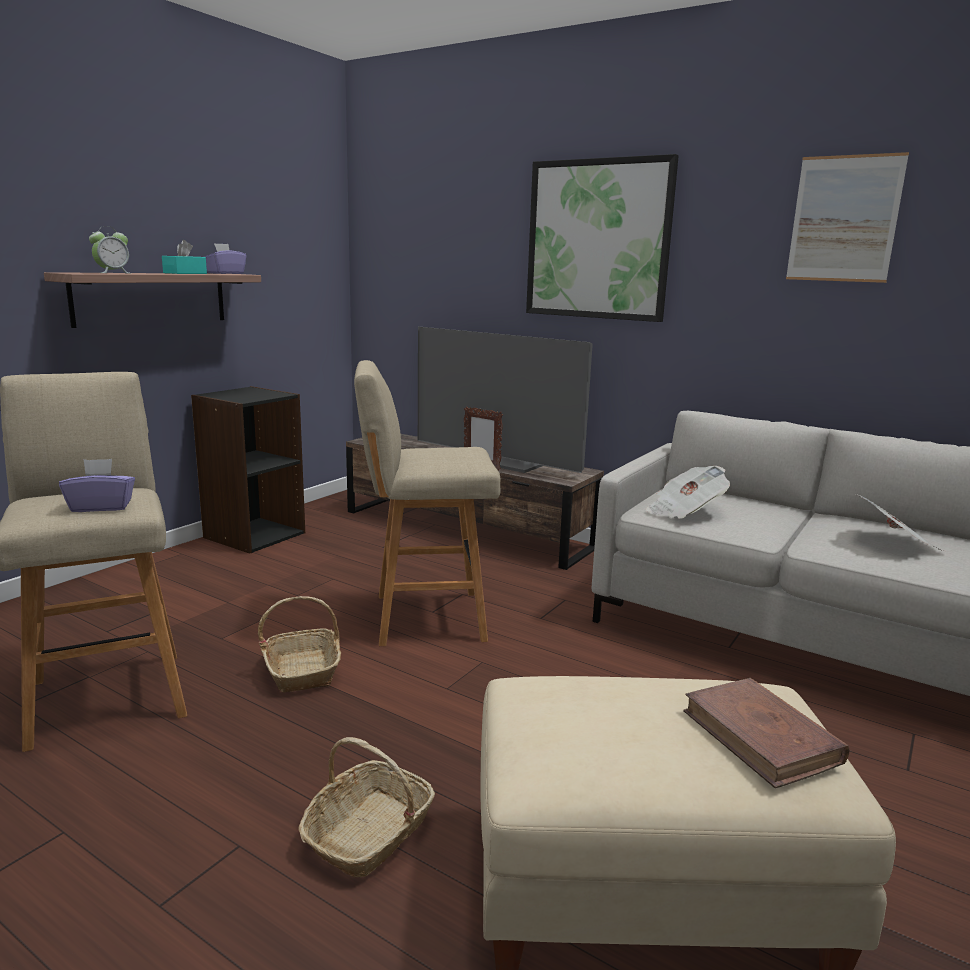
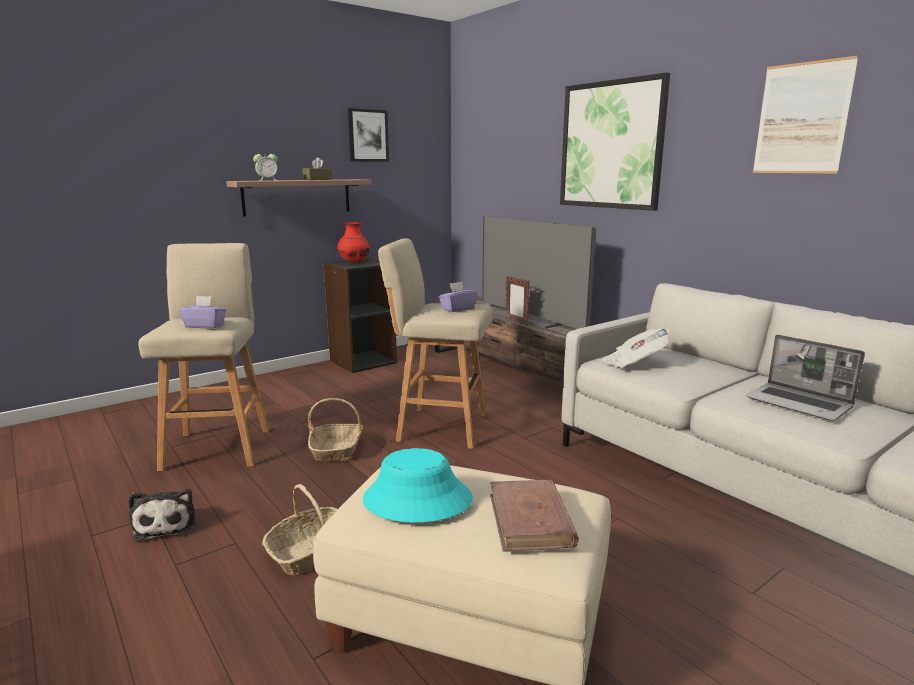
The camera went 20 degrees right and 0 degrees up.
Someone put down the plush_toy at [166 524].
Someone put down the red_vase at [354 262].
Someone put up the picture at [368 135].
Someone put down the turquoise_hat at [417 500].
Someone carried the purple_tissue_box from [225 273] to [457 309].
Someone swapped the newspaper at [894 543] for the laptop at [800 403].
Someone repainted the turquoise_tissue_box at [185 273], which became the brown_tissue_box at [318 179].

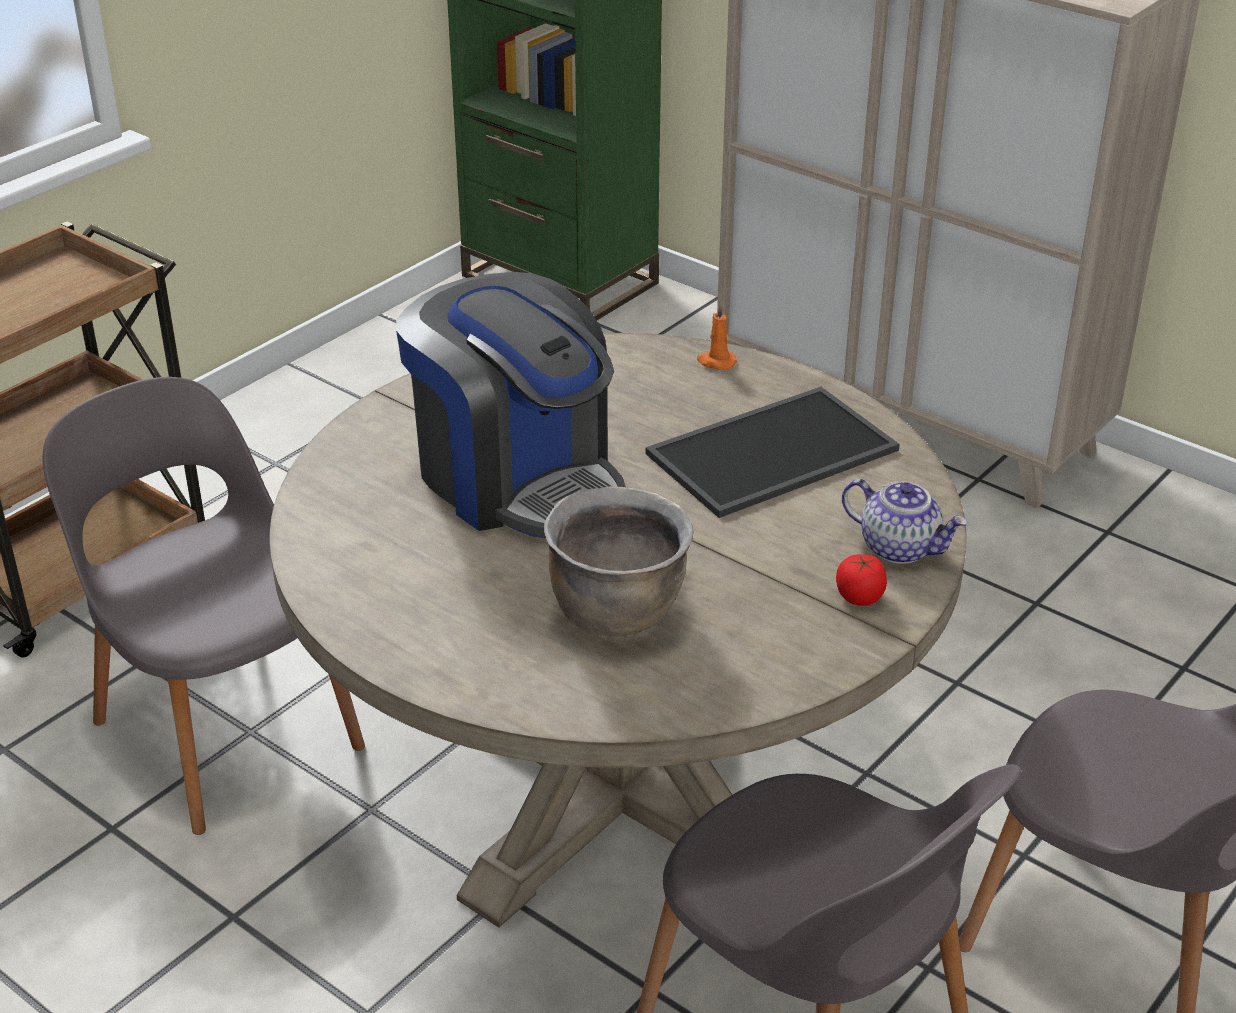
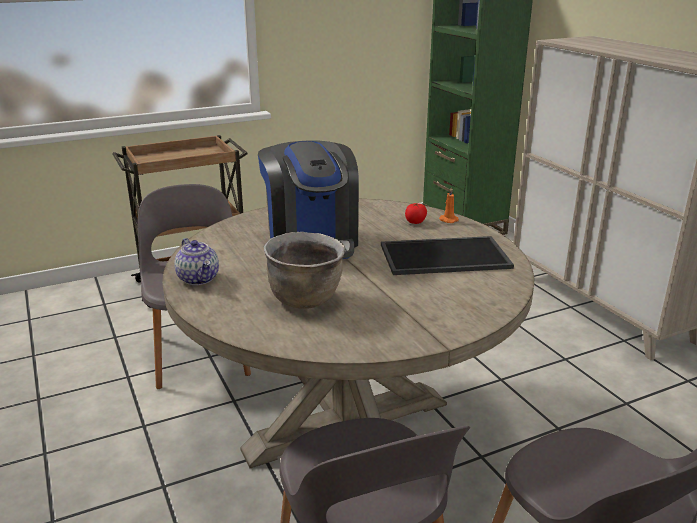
The camera went 25 degrees right and 10 degrees down.
Someone carried the tomato from [860 597] to [415 222].
Someone carried the teapot from [900 547] to [199 279].

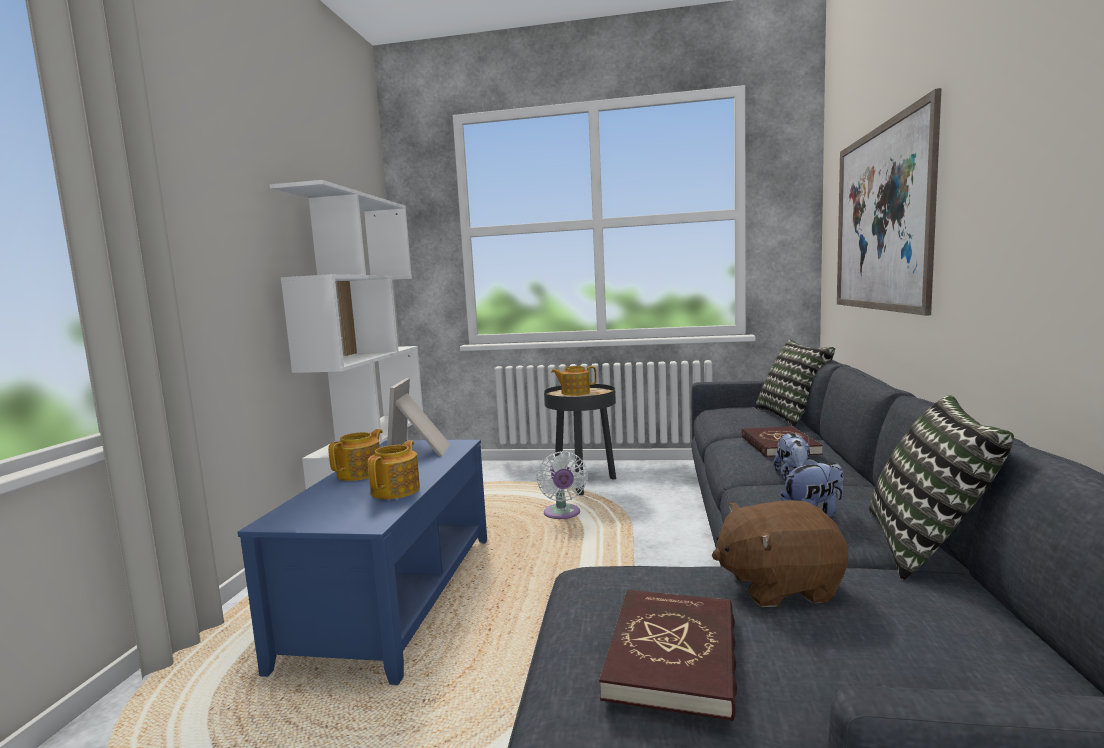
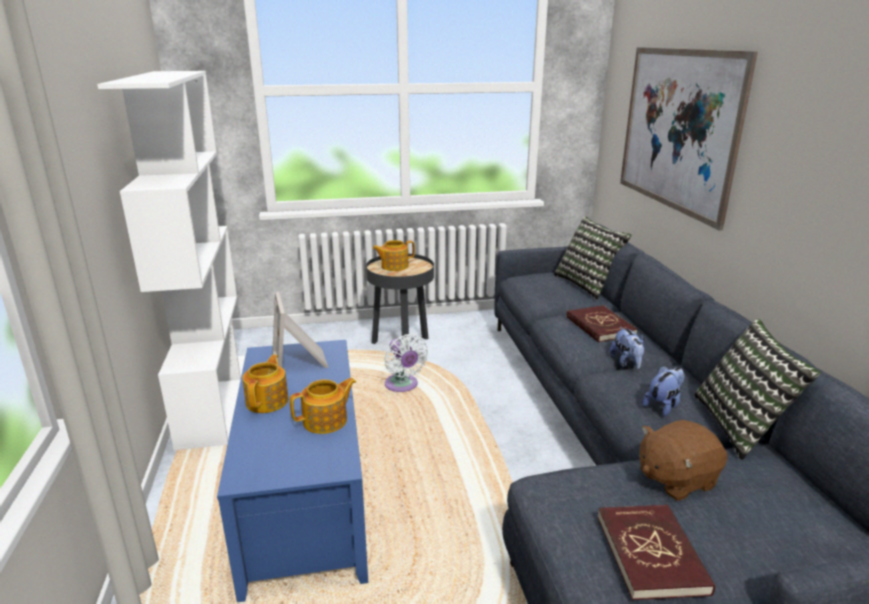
The camera went 20 degrees left and 15 degrees up.
Someone rotated the teapot at [397 490] by 60 degrees clockwise.

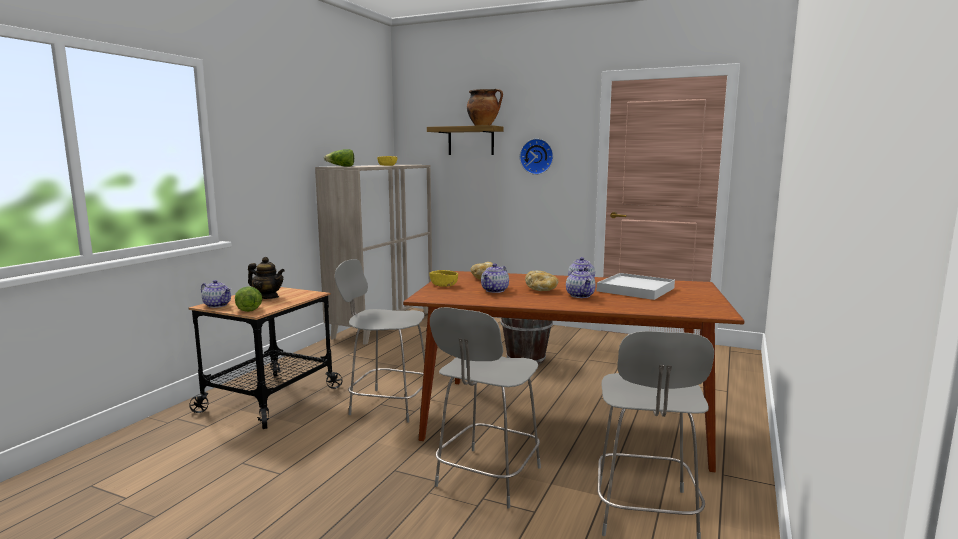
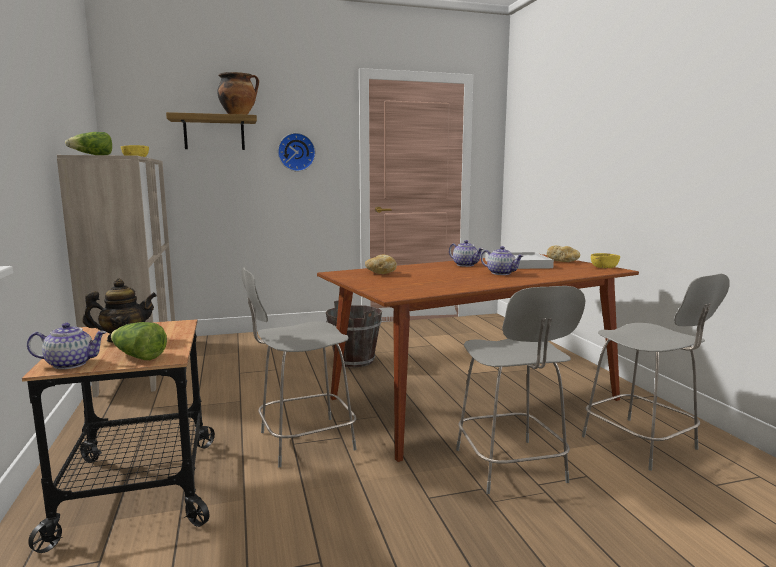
The camera went 40 degrees left and 0 degrees up.
Someone took away the teapot at [495 290].
Someone carried the yellow_bowl from [444 285] to [604 267].
Someone carried the bread from [541 290] to [563 261].

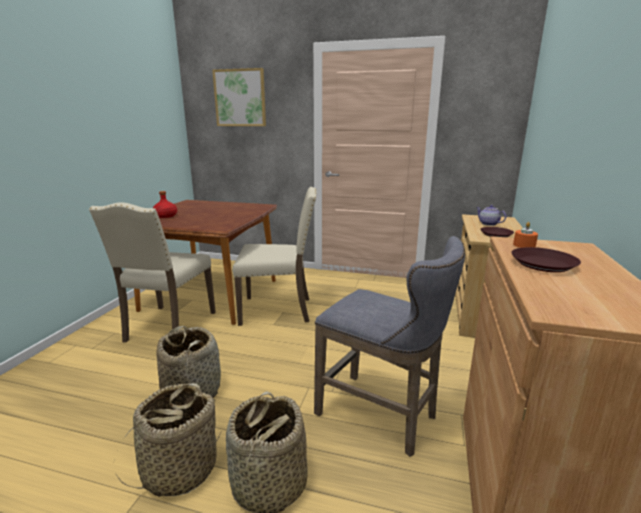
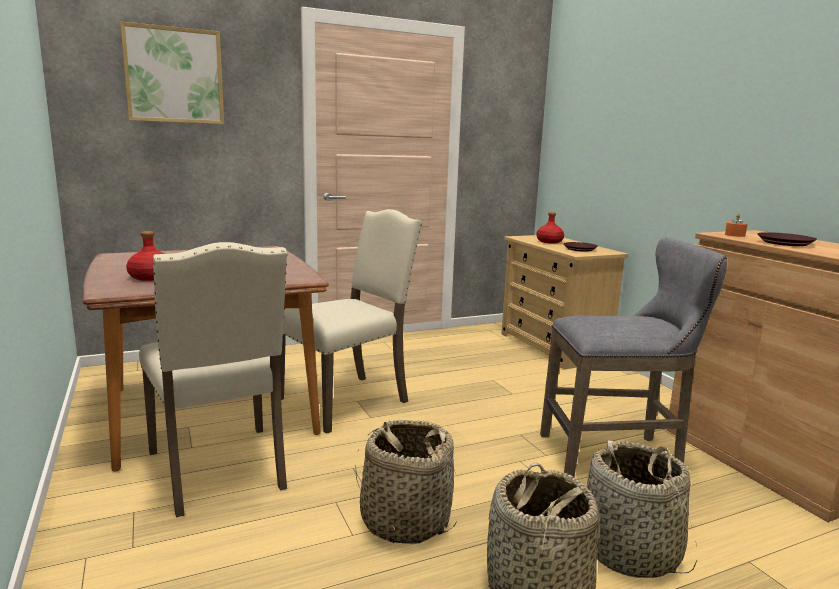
The camera went 40 degrees left and 5 degrees down.
Someone swapped the teapot at [488 224] for the red_bottle at [549 242].

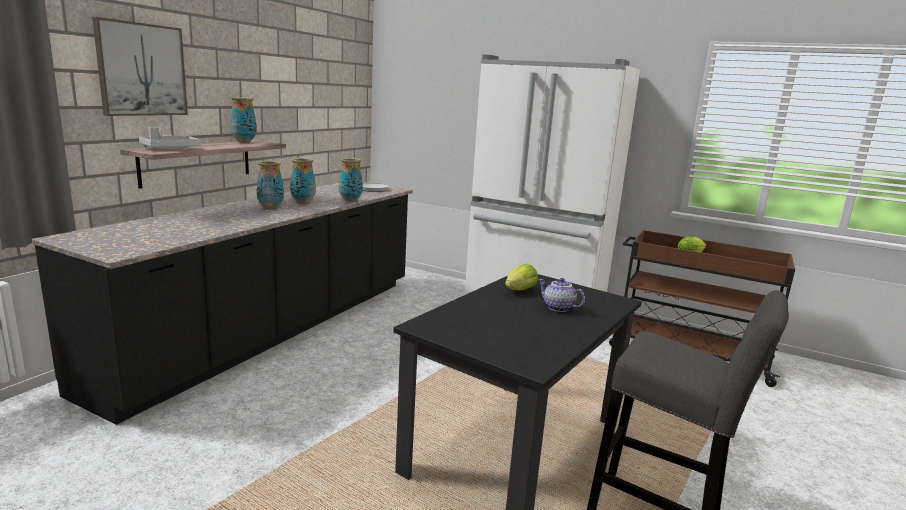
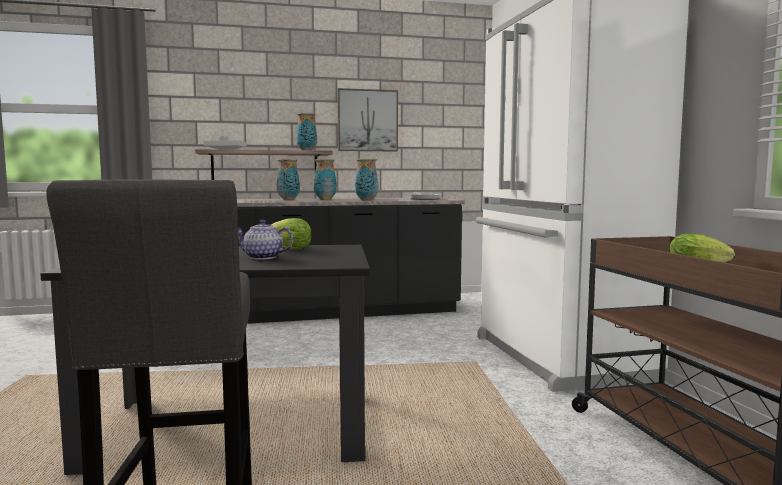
The camera went 50 degrees right and 10 degrees down.
Someone carried the picture from [142 70] to [367 120].
Someone rotated the teapot at [557 308] by 75 degrees counterclockwise.

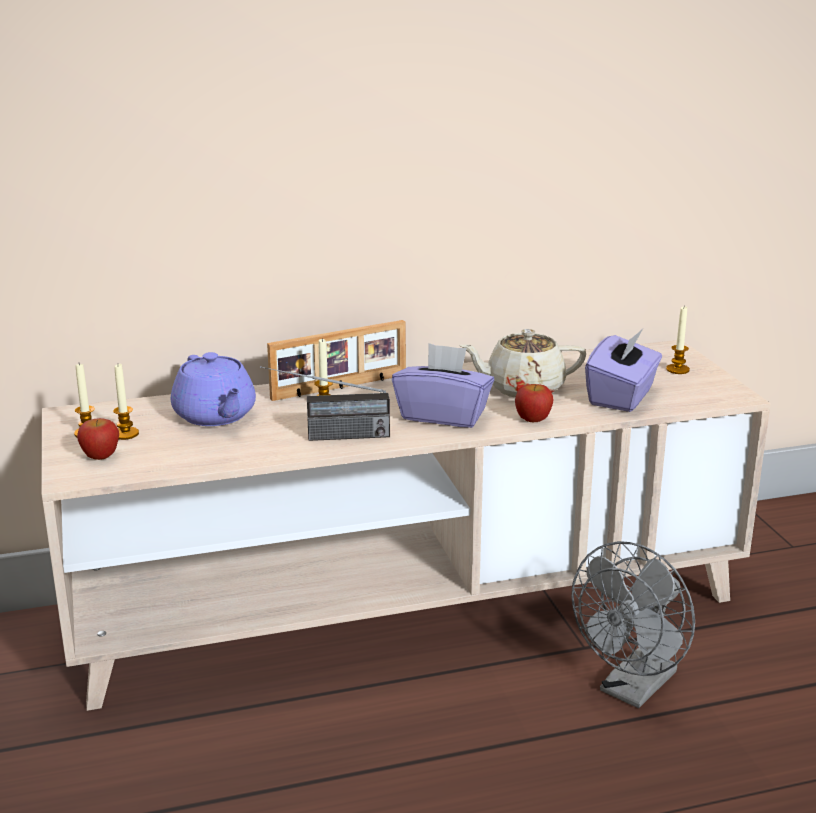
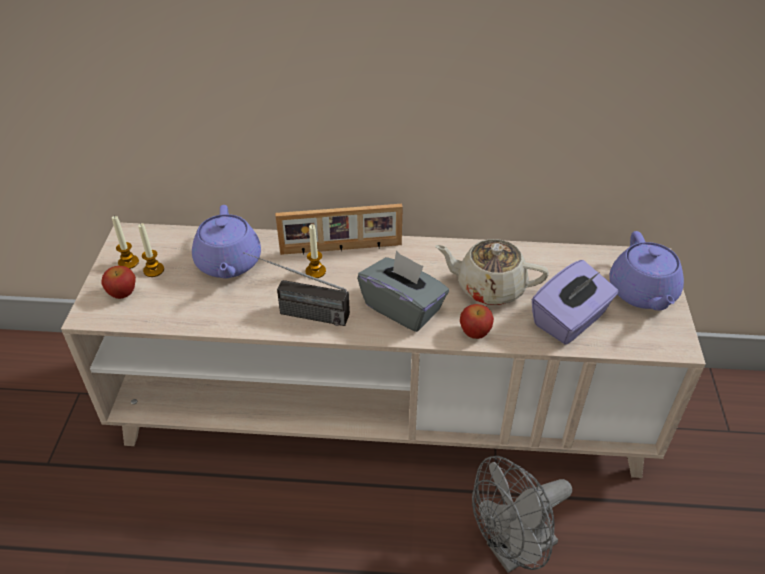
The camera went 20 degrees right and 20 degrees up.
Someone swapped the candle at [677 369] for the purple_teapot at [642 293].
Someone repainted the purple_tissue_box at [443 415], which became the grey_tissue_box at [403 308].

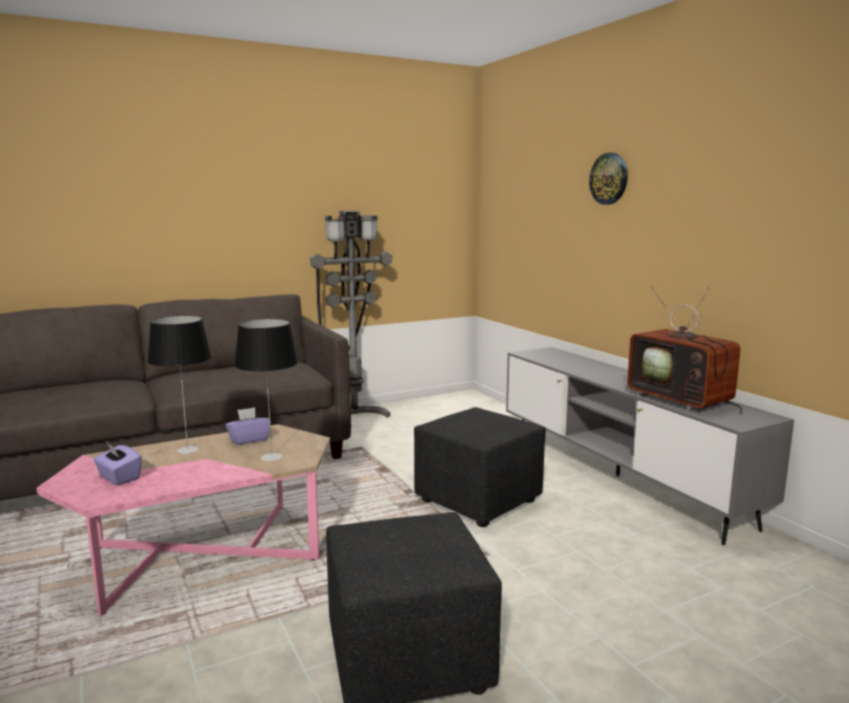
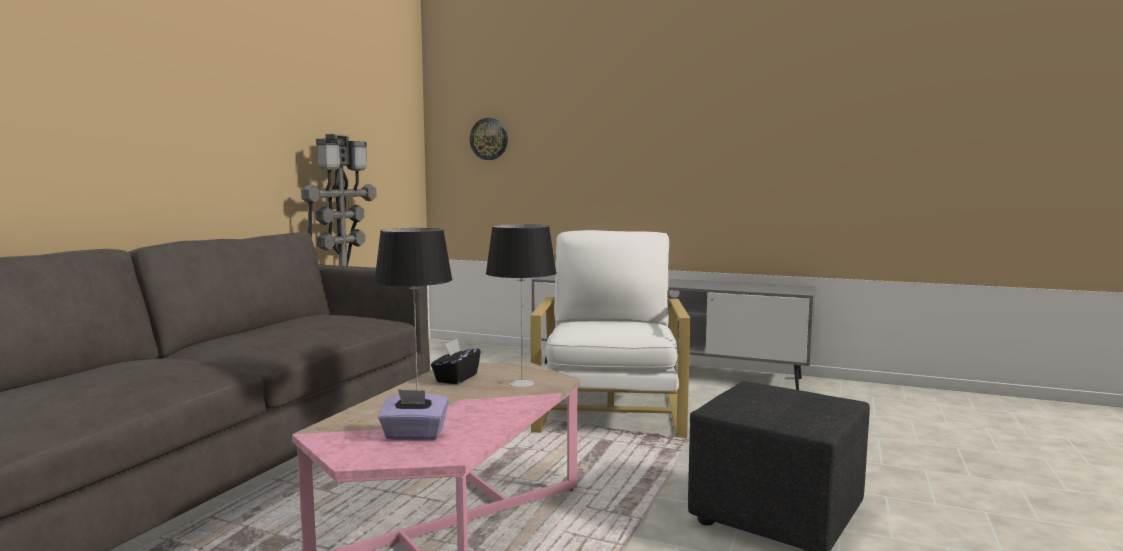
The camera went 40 degrees left and 5 degrees down.
Someone took away the television at [683 400].
Someone carried the wall_clock from [609 179] to [489 139].
Someone swapped the black_ottoman at [479 501] for the white_armchair at [609 410].
Someone repainted the purple_tissue_box at [249 439], which became the black_tissue_box at [456 378].

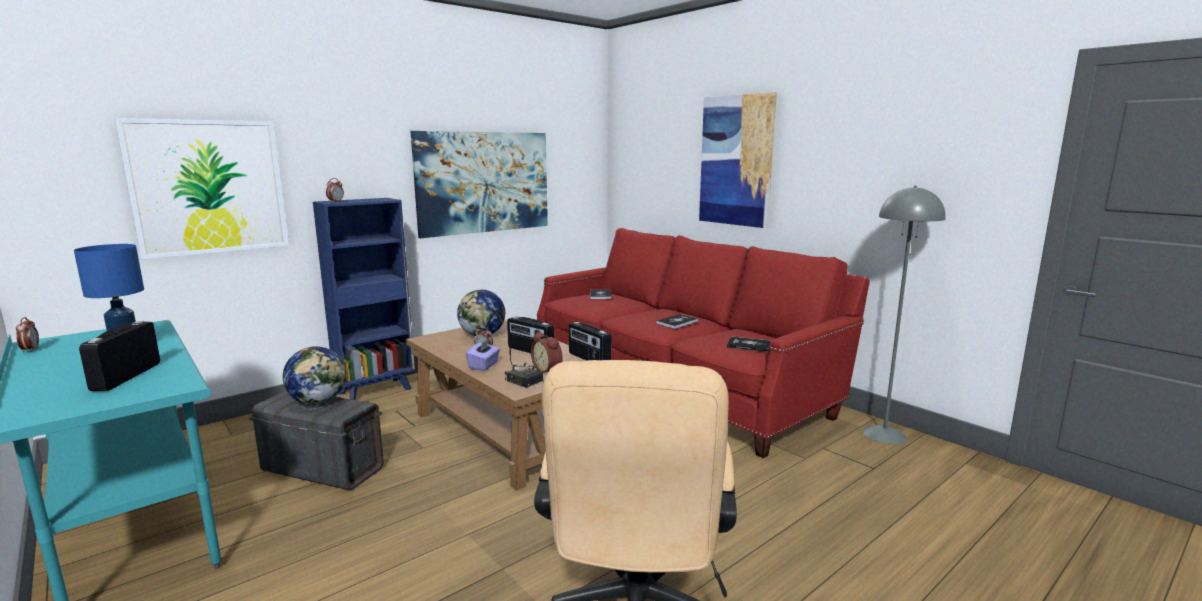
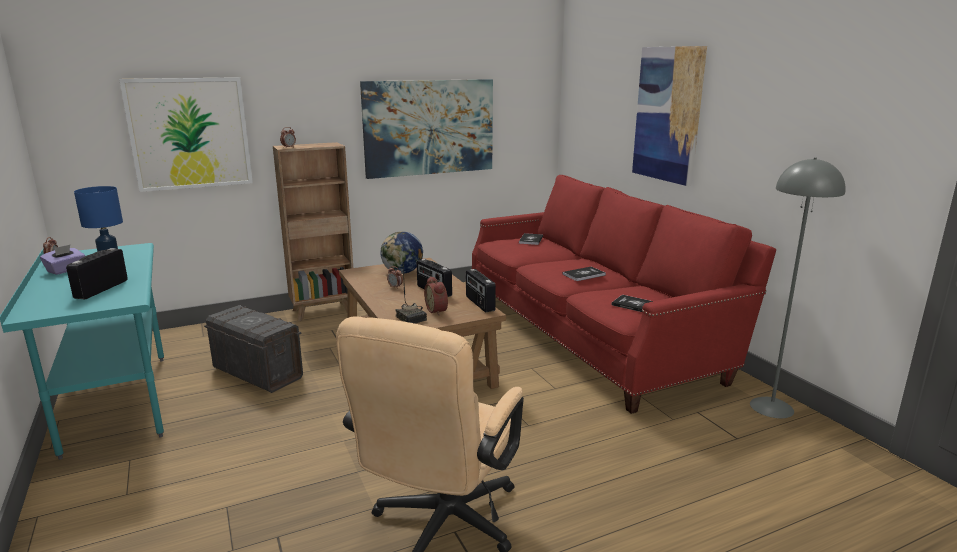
The camera went 15 degrees right and 5 degrees up.
Someone took away the globe at [318 402].
Someone carried the purple_tissue_box from [484 365] to [66 270].
Someone repainted the blue_bookcase at [376 391], which became the brown_bookcase at [323 311].

